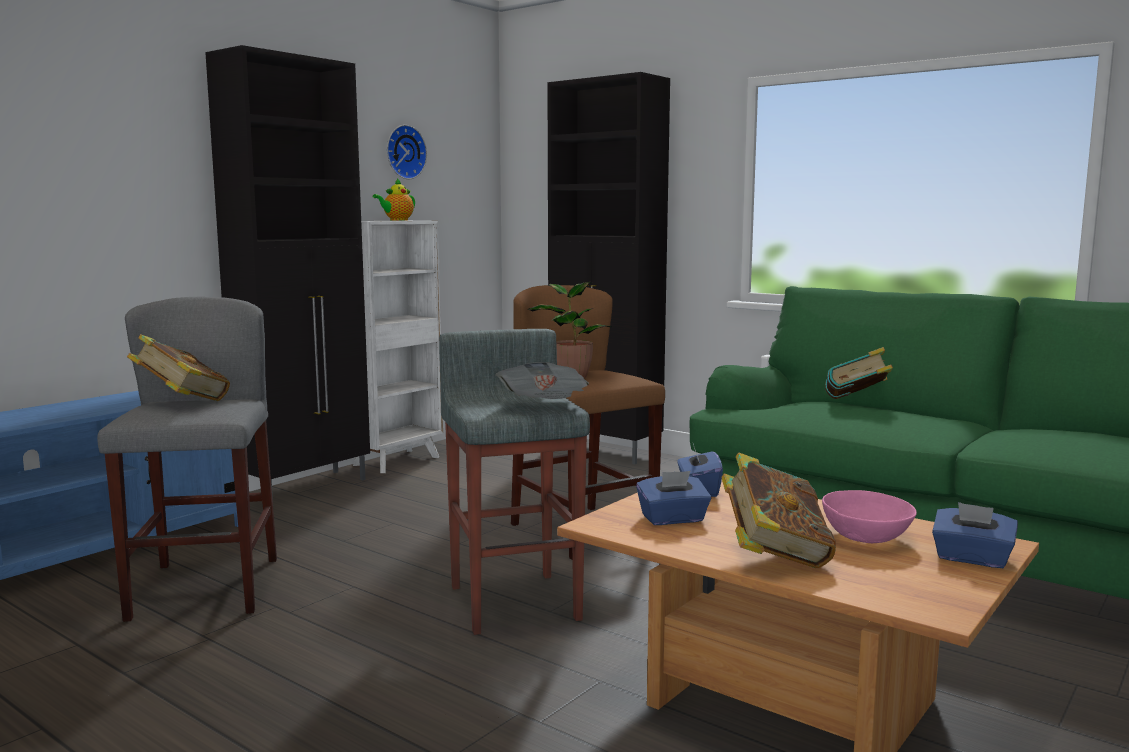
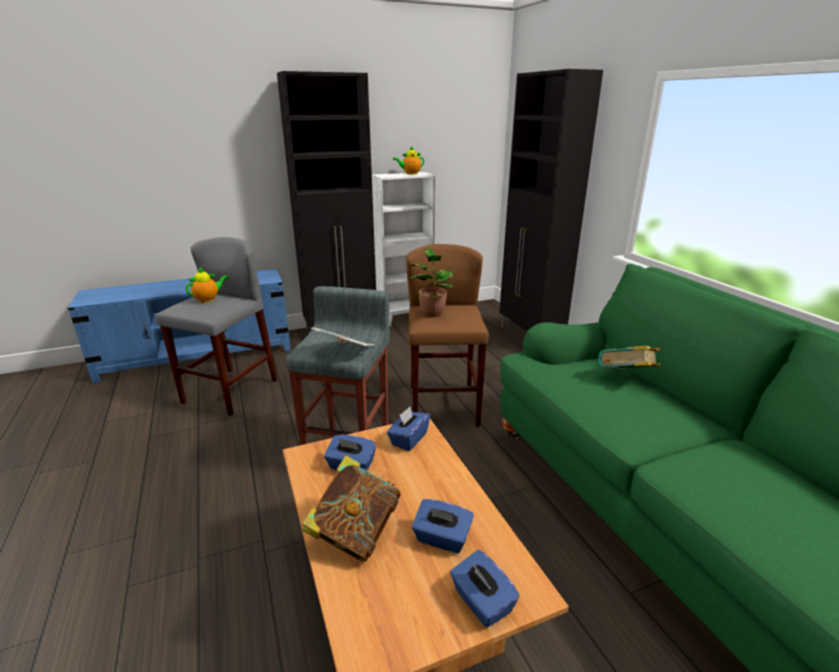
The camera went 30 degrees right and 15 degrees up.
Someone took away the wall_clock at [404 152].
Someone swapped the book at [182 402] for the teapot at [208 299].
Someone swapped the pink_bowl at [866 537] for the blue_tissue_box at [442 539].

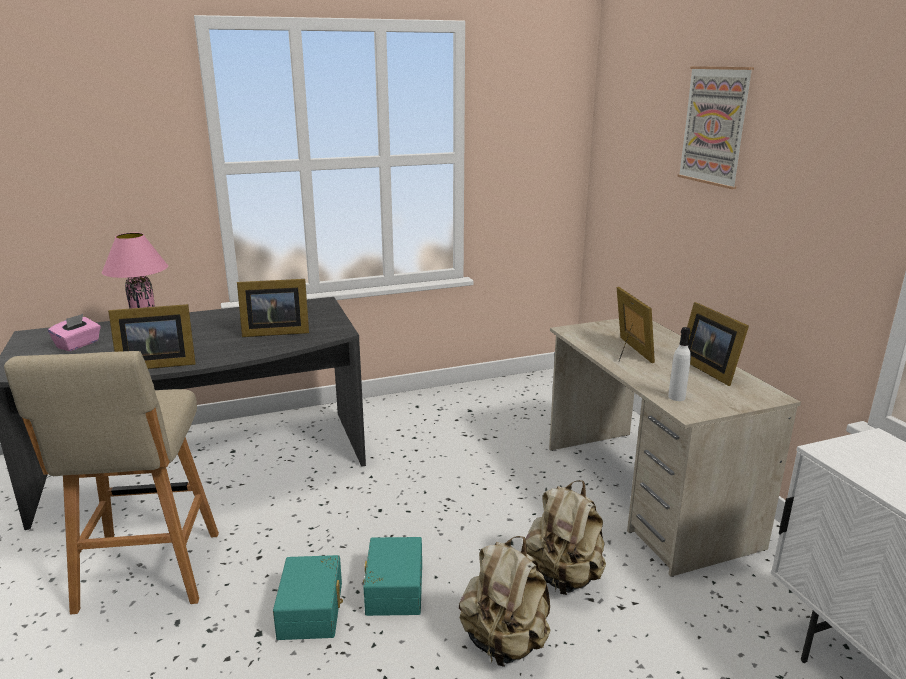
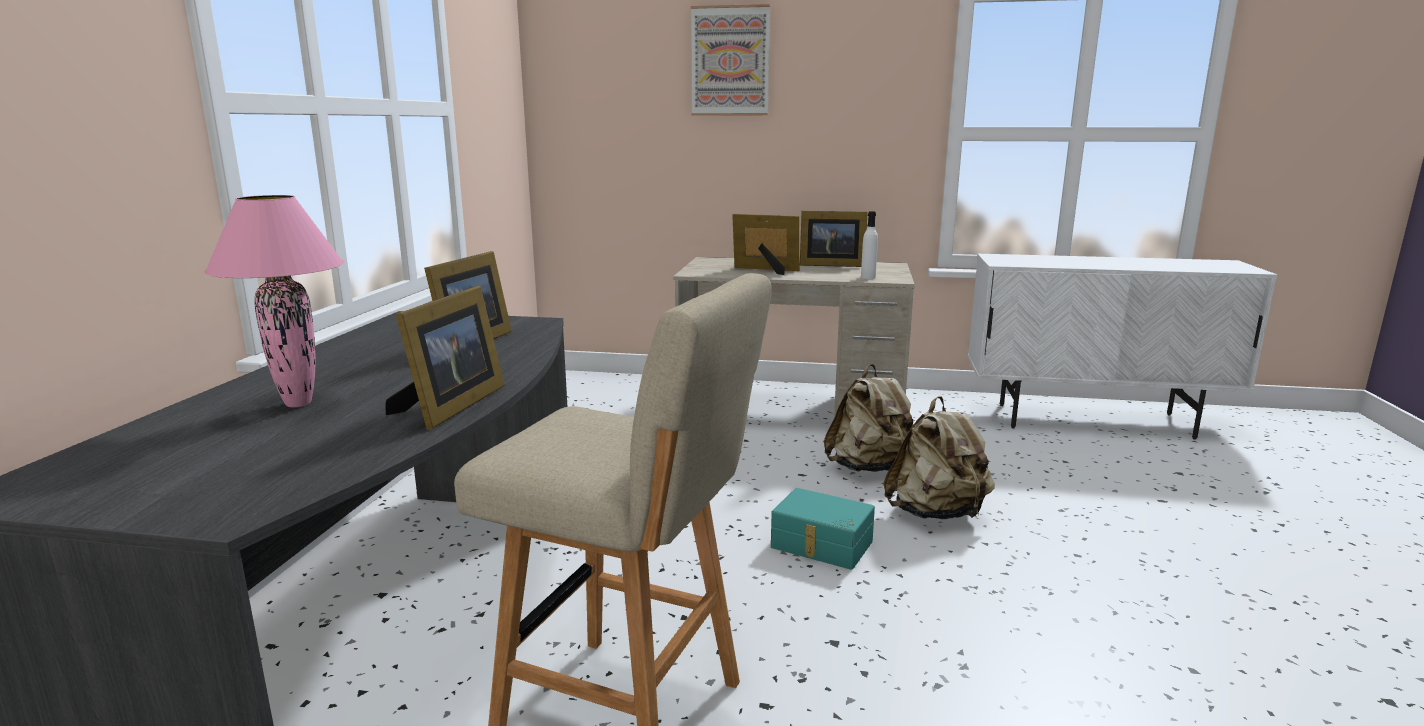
The camera went 60 degrees left and 5 degrees down.
Someone took away the pink_tissue_box at [78 345].
Someone took away the turquoise_storage_box at [313 609].

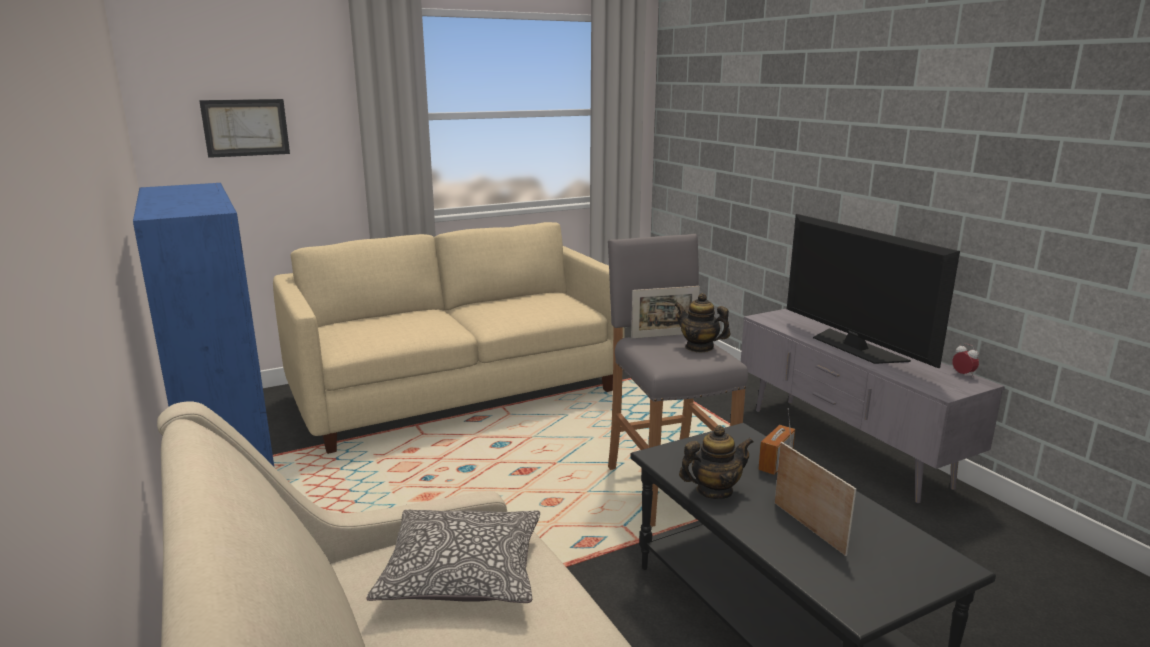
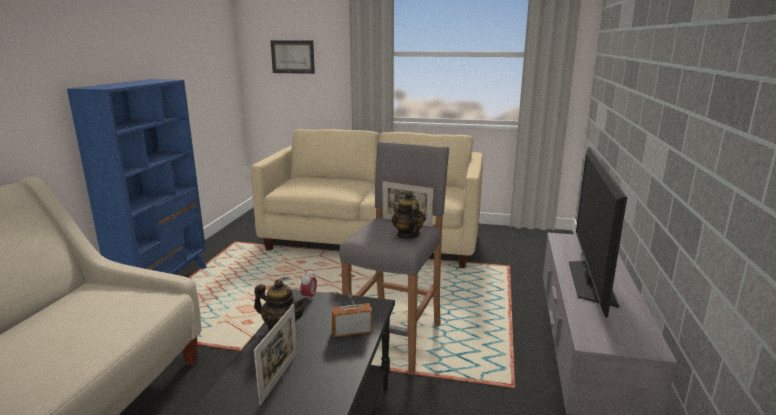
The camera went 40 degrees right and 0 degrees up.
Someone took away the pillow at [462 573].
Someone carried the alarm_clock from [963 375] to [309 297].

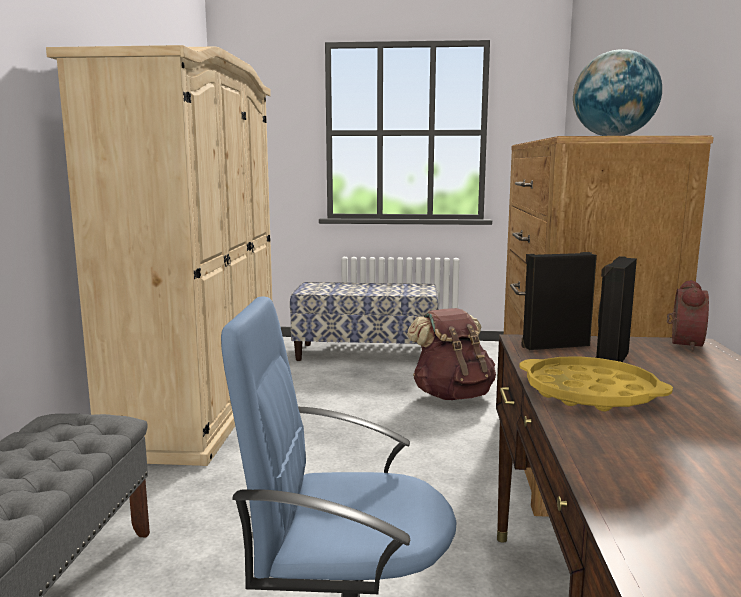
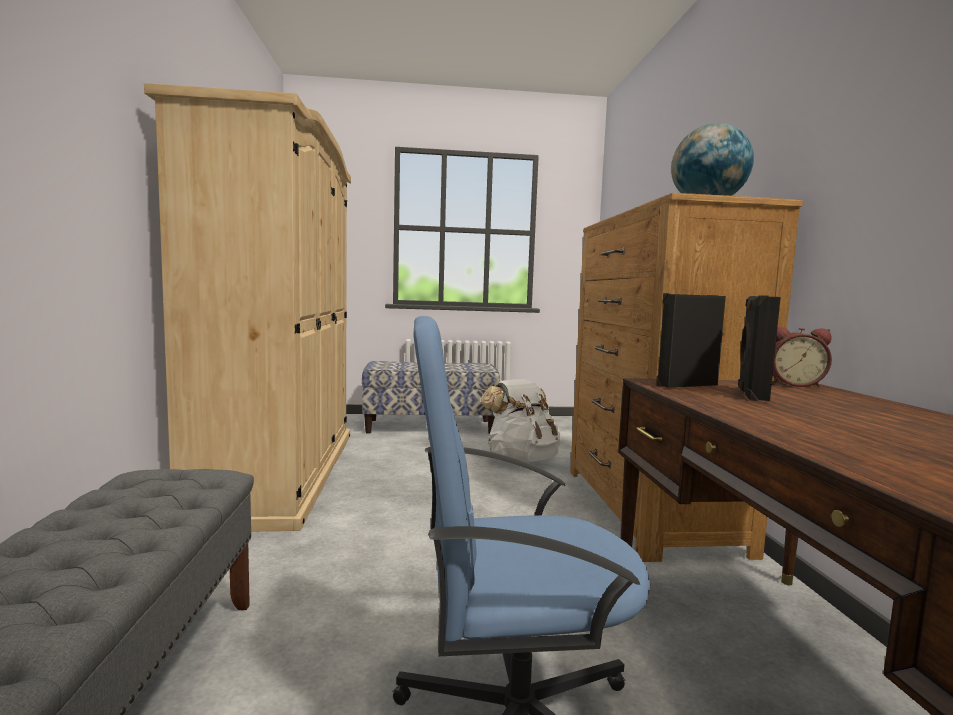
The camera went 10 degrees left and 5 degrees down.
Someone took away the yellow_tray at [590 393].
Someone repainted the brown_backpack at [452 395], which became the white_backpack at [521 459].
Someone rotated the alarm_clock at [682 344] by 90 degrees clockwise.

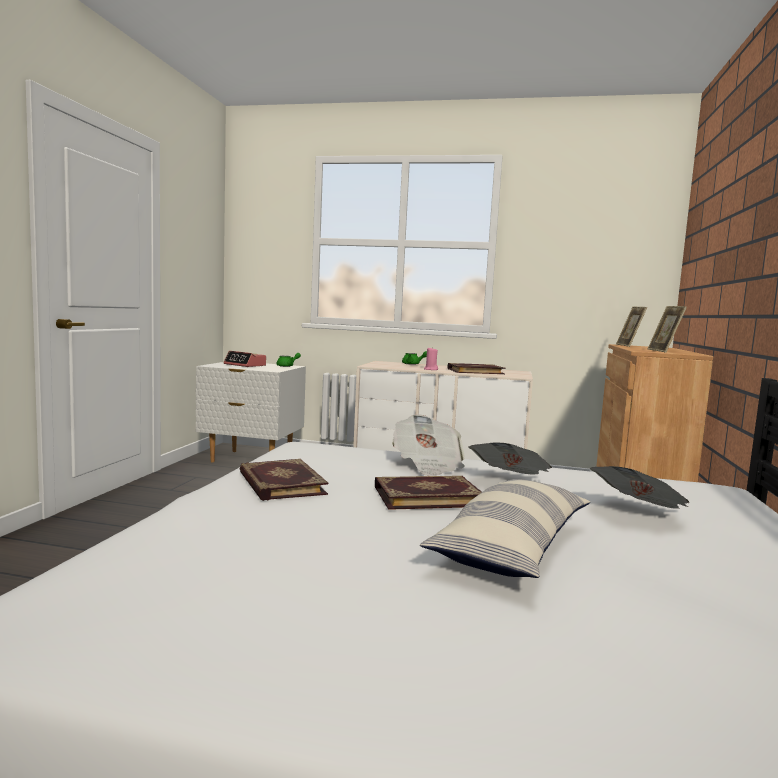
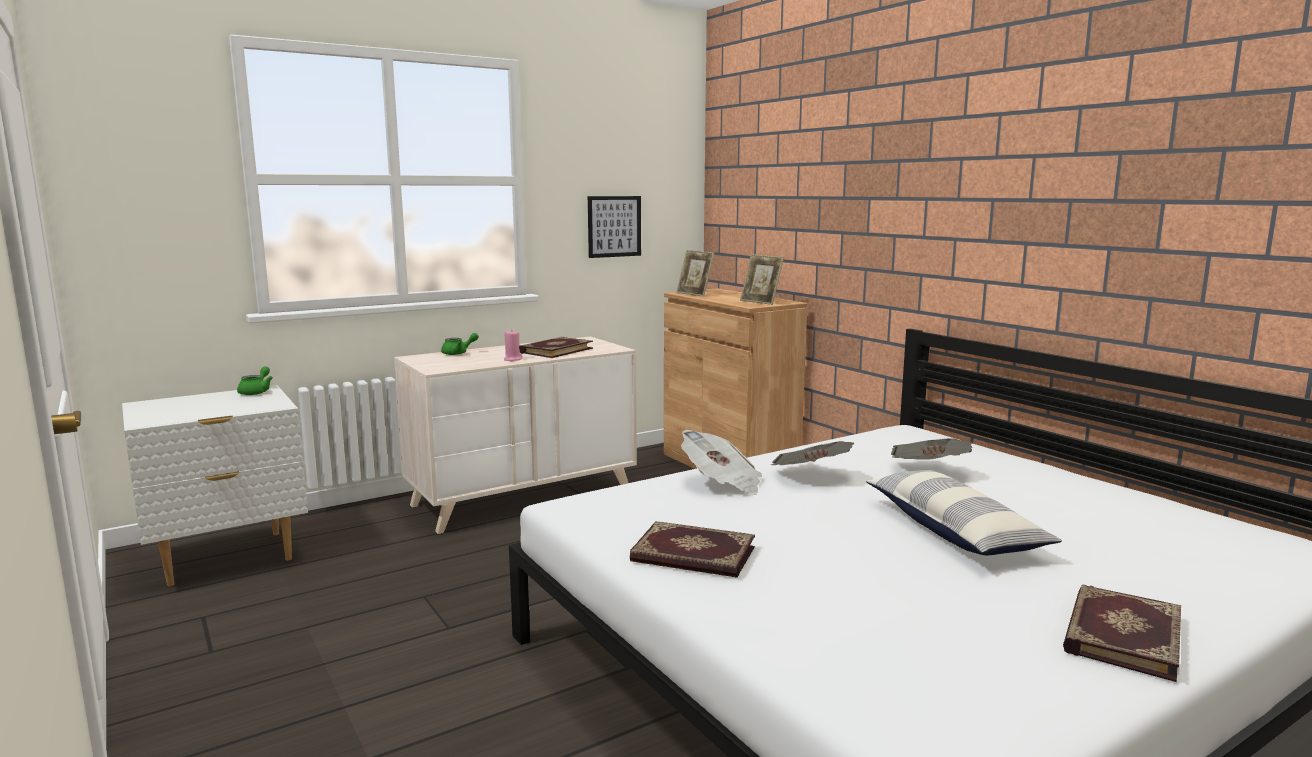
The camera went 45 degrees left and 5 degrees up.
Someone took away the alarm_clock at [245 365].
Someone put up the picture at [614 226].
Someone carried the book from [426 496] to [1120 635].

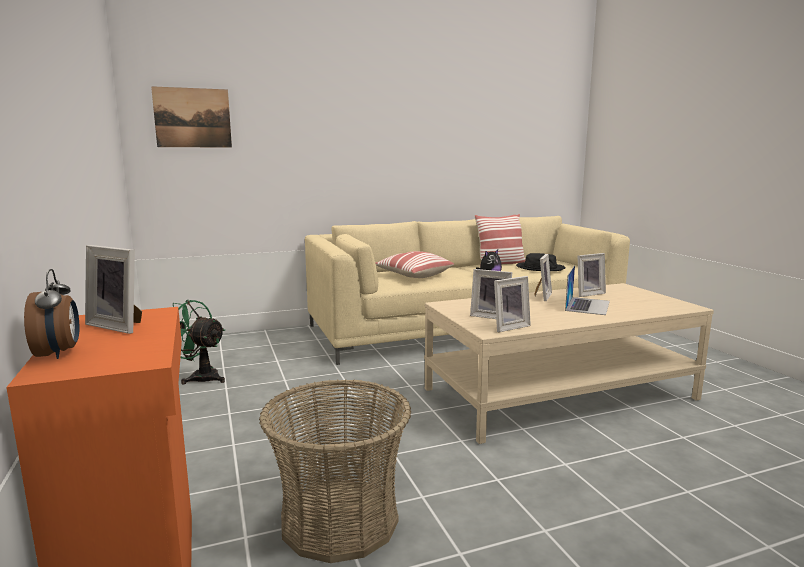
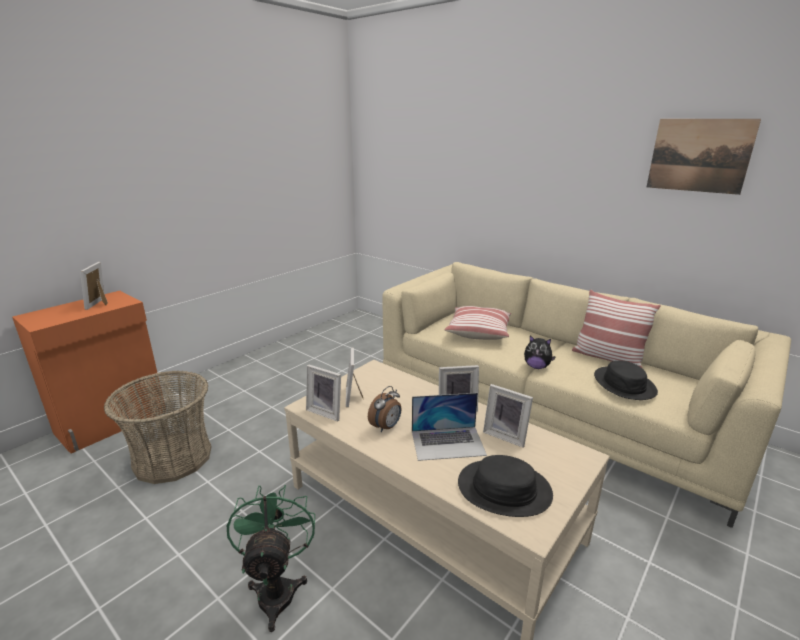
The camera went 60 degrees right and 10 degrees up.
Someone put down the black_hat at [504 489].
Someone carried the alarm_clock from [59 353] to [386 427].
Someone carried the picture from [192 118] to [699 155].
Someone carried the green_fan from [199 377] to [277 588].

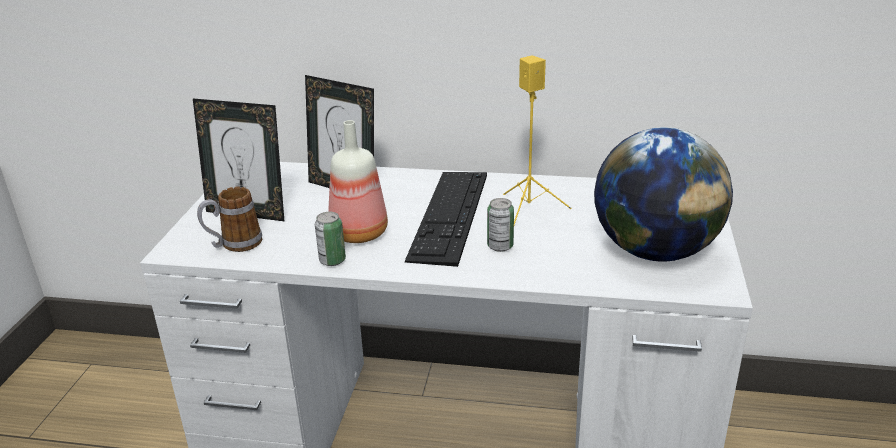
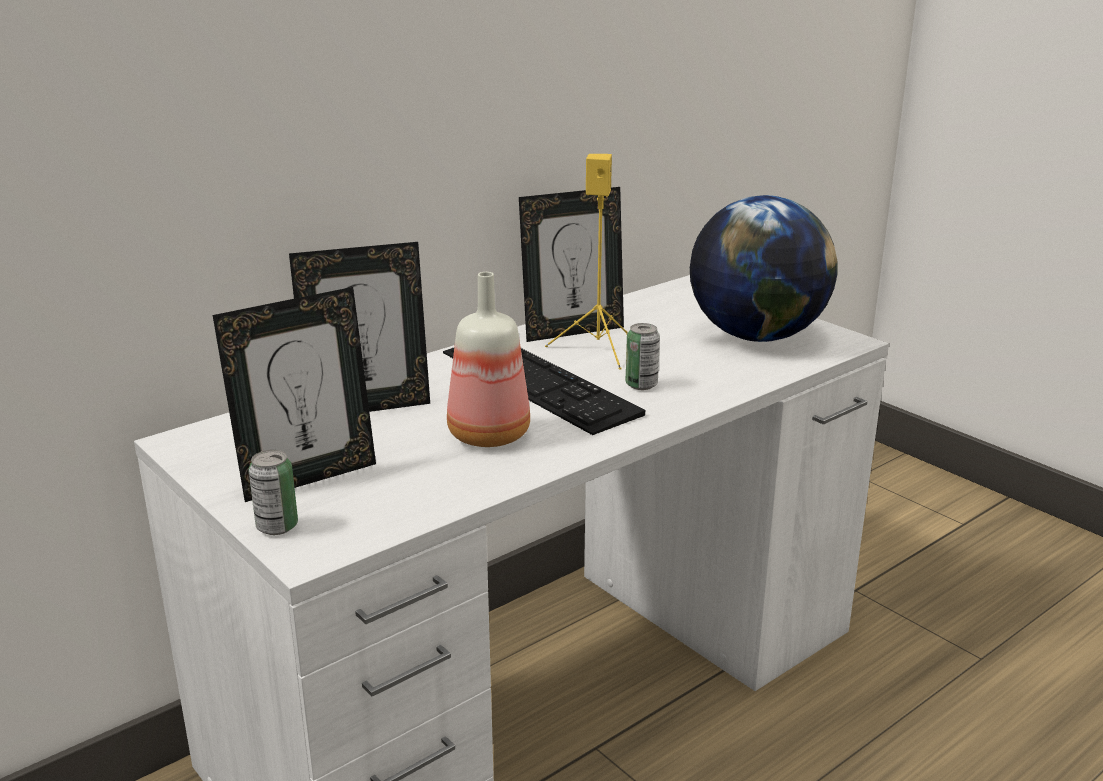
The camera went 50 degrees left and 5 degrees down.
Someone took away the mug at [234 245].
Someone put down the picture_frame at [572 331].
Someone carried the can from [332 260] to [277 526].

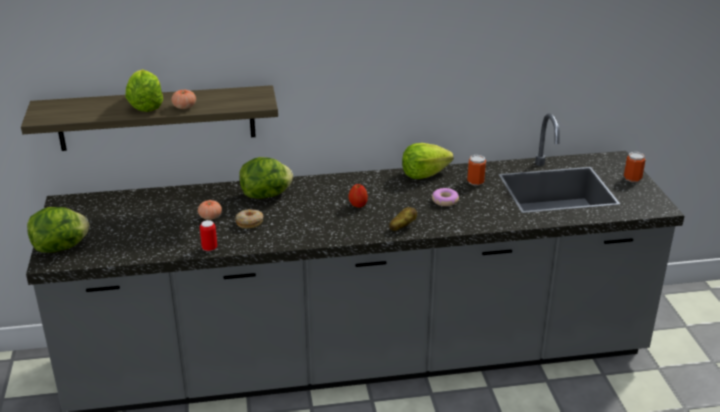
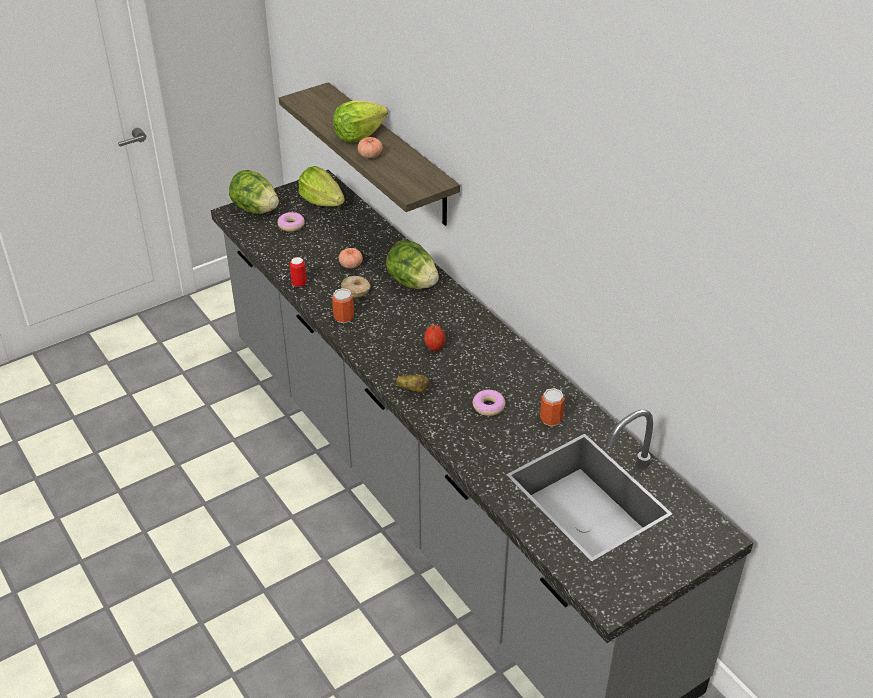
The camera went 65 degrees right and 10 degrees up.
Someone put down the donut at [291 225].
Someone carried the lettuce from [424 174] to [322 202].
Someone carried the can from [632 178] to [343 317].

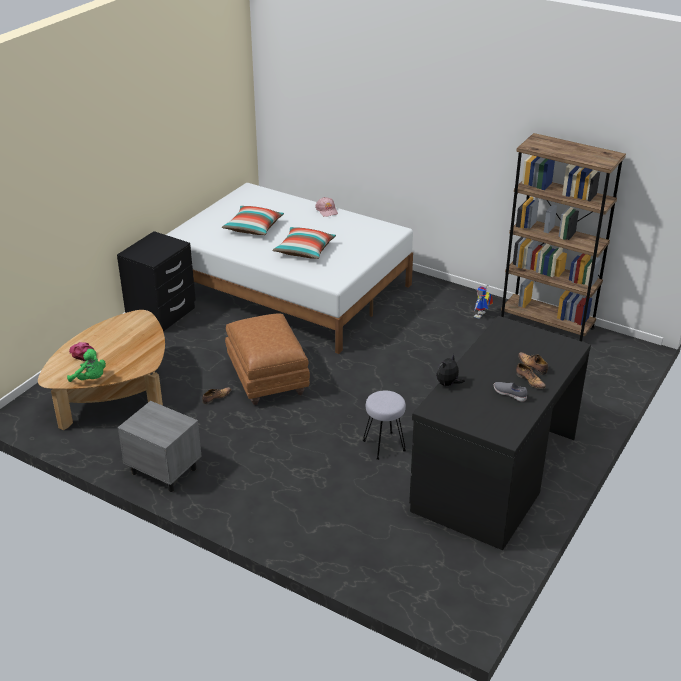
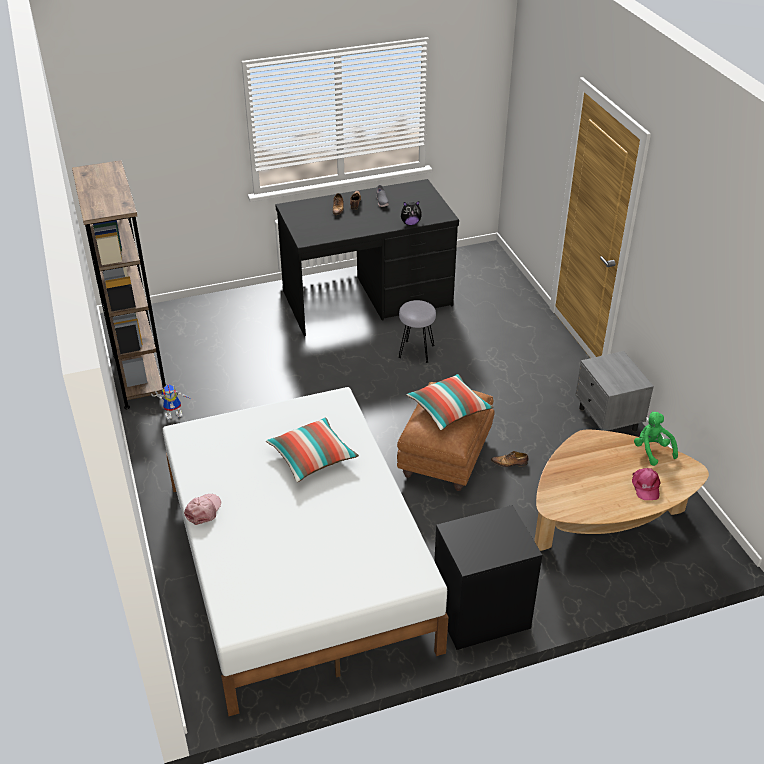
The camera went 140 degrees left and 5 degrees up.
Someone carried the pillow from [253 228] to [448 410].

